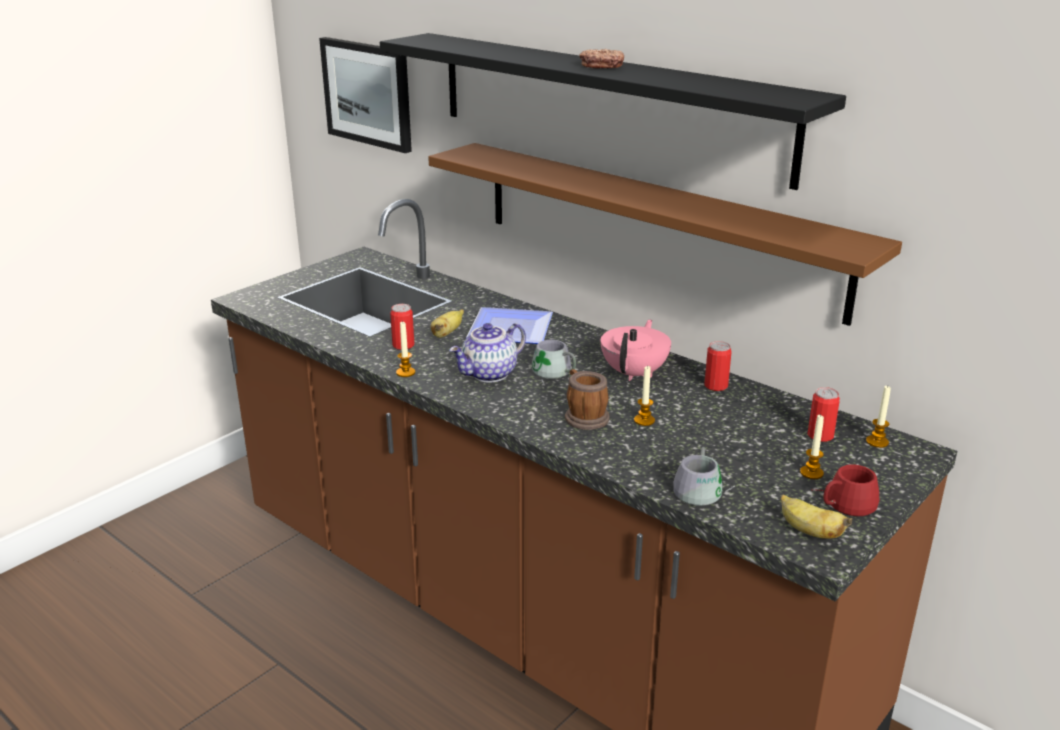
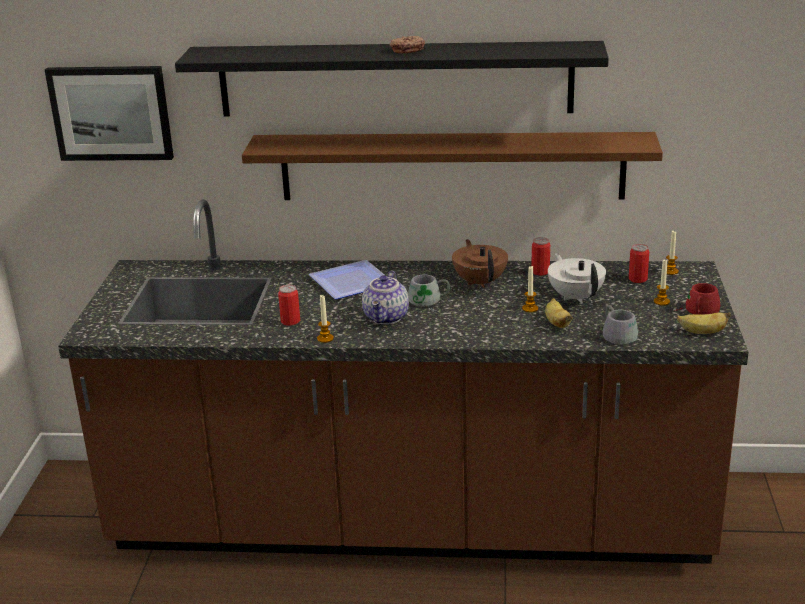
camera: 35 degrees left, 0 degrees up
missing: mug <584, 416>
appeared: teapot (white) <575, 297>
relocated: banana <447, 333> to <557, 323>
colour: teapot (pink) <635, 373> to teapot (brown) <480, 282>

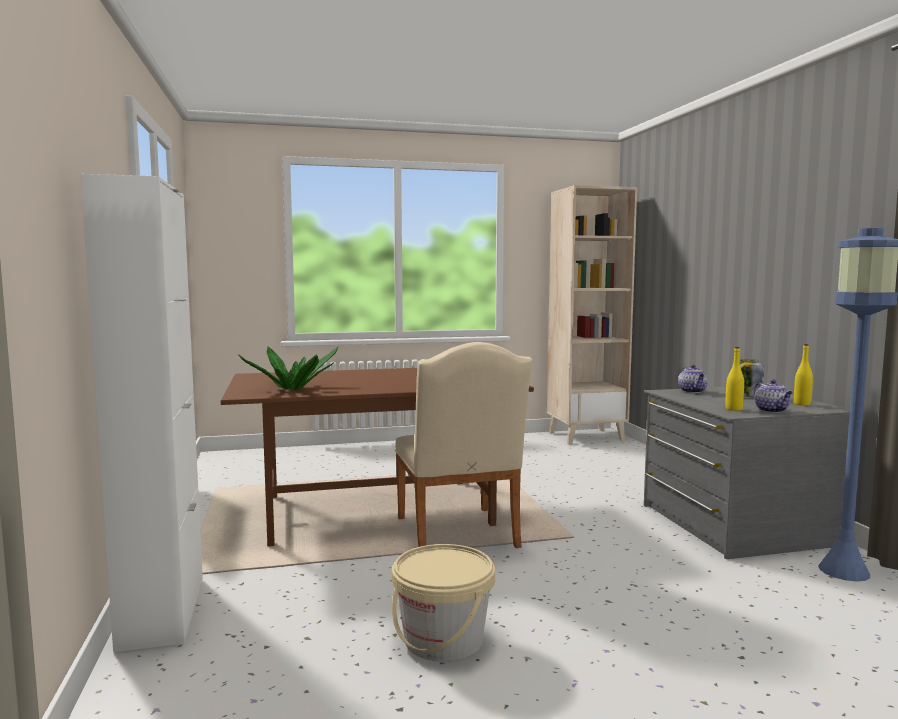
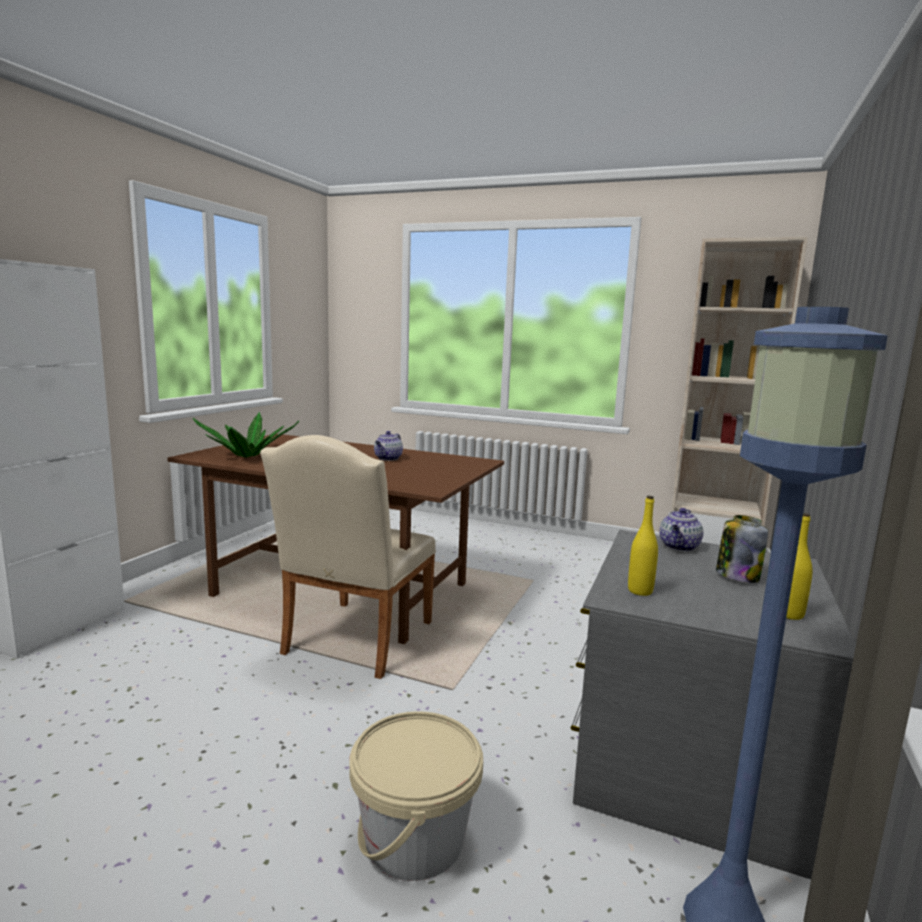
camera: 35 degrees right, 5 degrees up
relocated: bucket (beige) <443, 640> to <414, 838>; teapot <772, 410> to <388, 458>

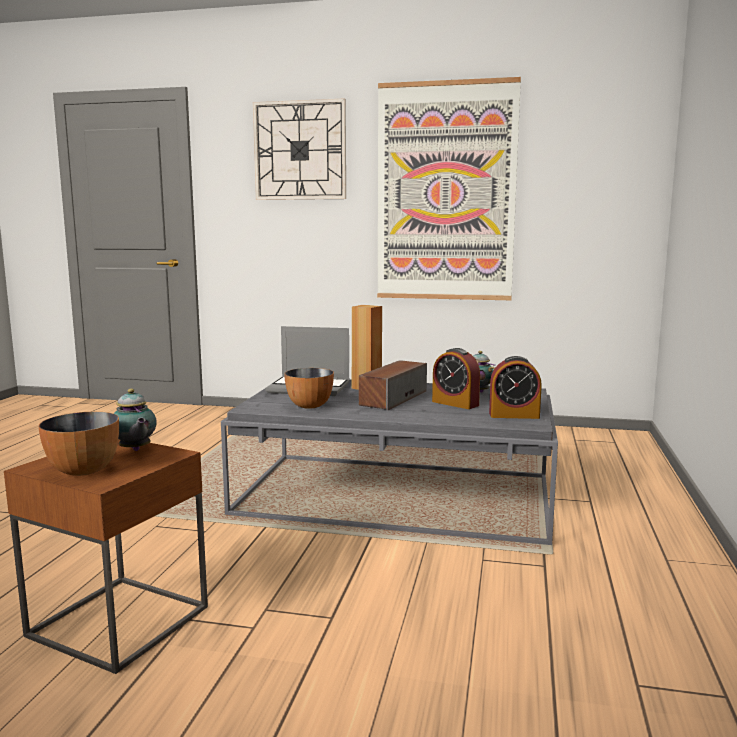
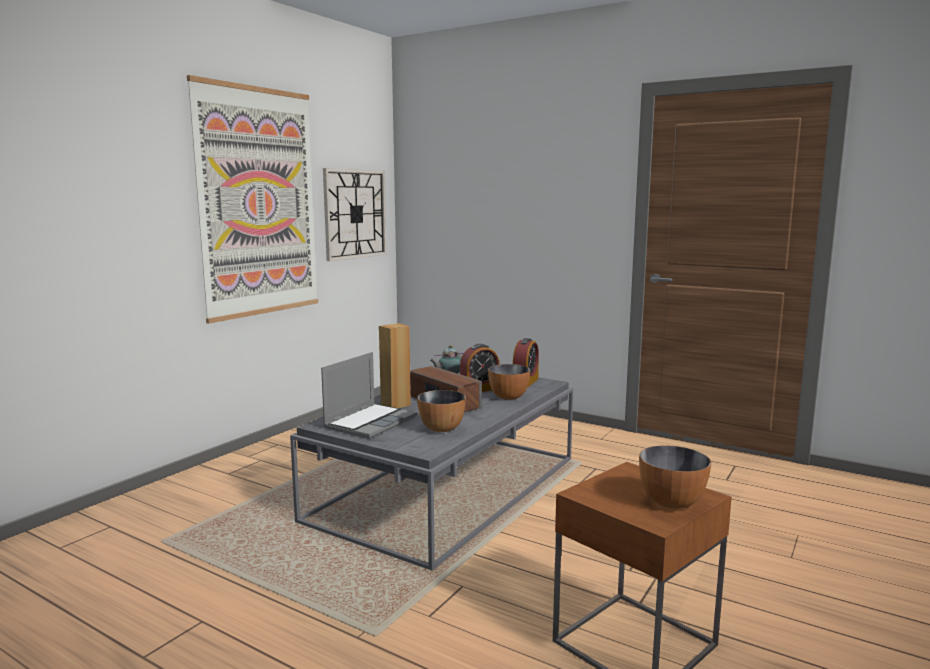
camera: 70 degrees left, 0 degrees up
missing: teapot <135, 450>
appeared: bowl <509, 397>
relocated: wall clock <300, 150> to <355, 214>

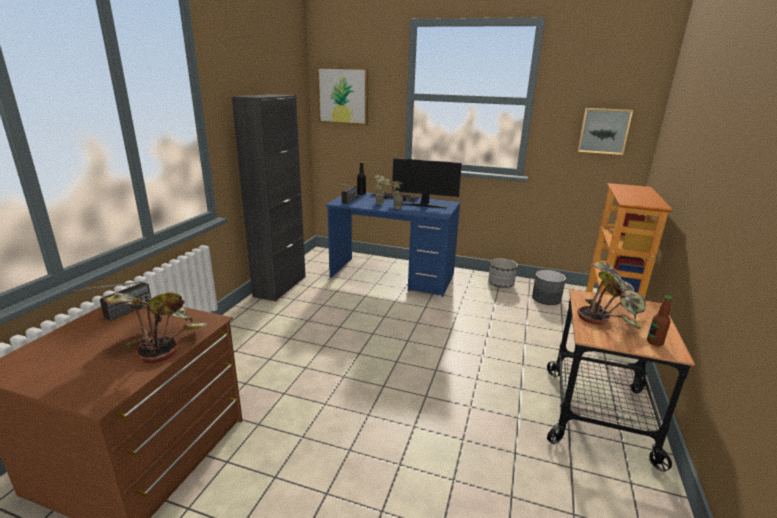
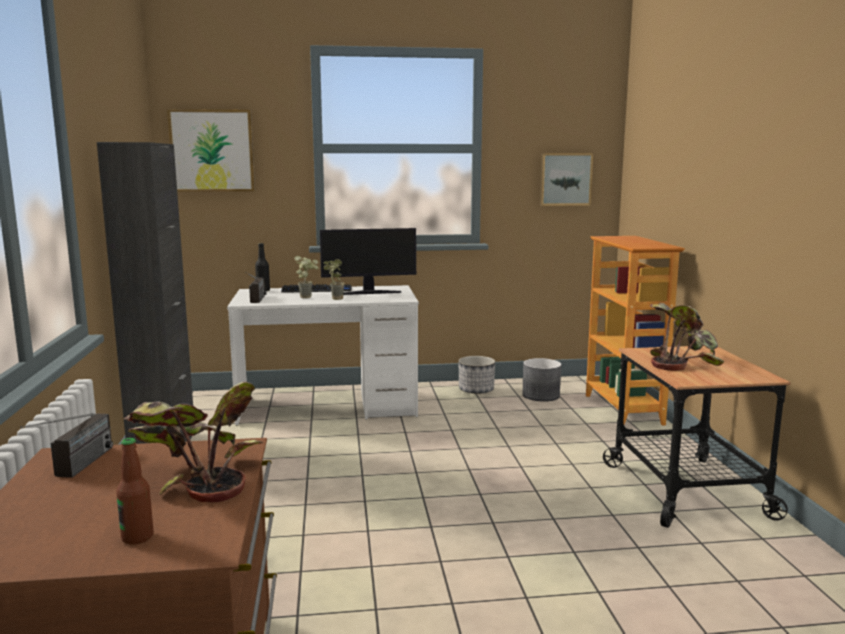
camera: 25 degrees left, 10 degrees down
relocated: bottle <654, 342> to <137, 537>
colour: desk (blue) <392, 276> to desk (white) <328, 407>

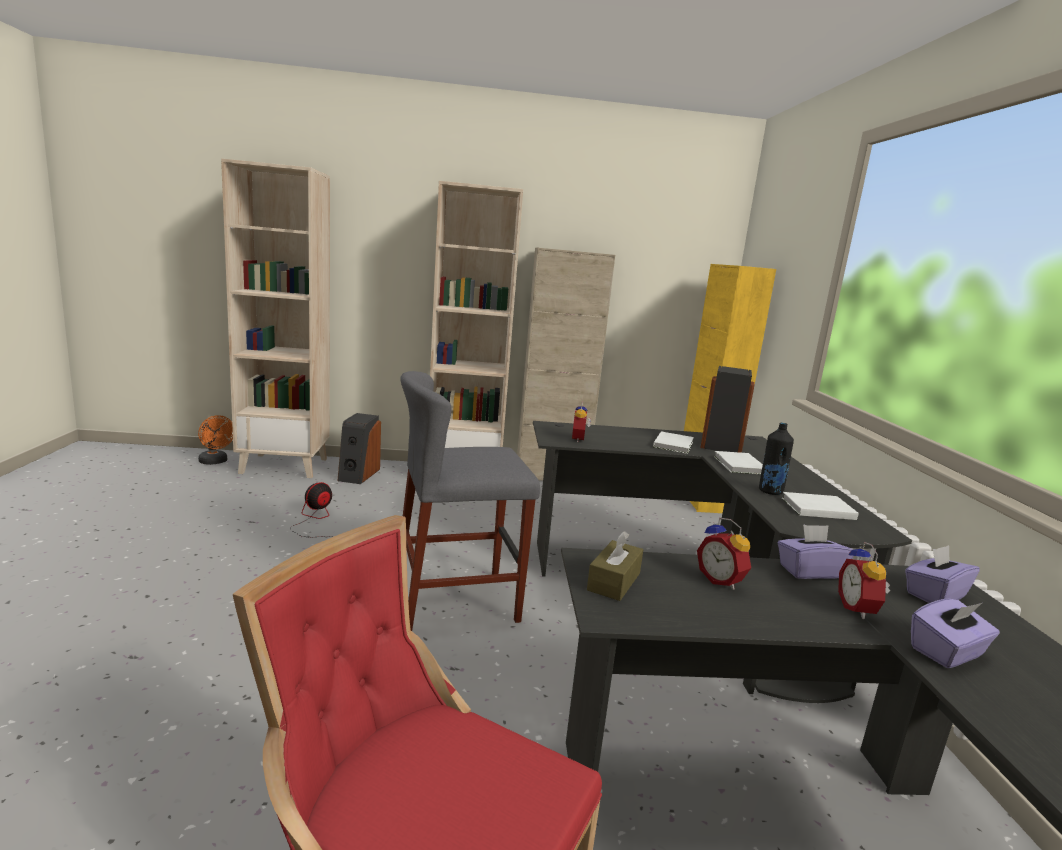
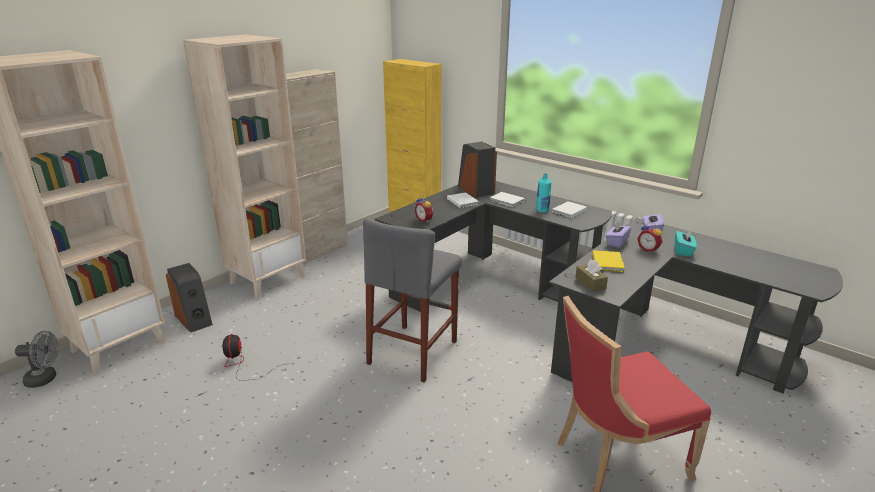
camera: 45 degrees left, 10 degrees up
exchanged: alarm clock <721, 580> to book (yellow) <608, 262>
colour: fan (orange) <215, 462> to fan (grey) <46, 379>; bottle (black) <770, 491> to bottle (turquoise) <542, 210>; tissue box (purple) <947, 653> to tissue box (turquoise) <683, 251>

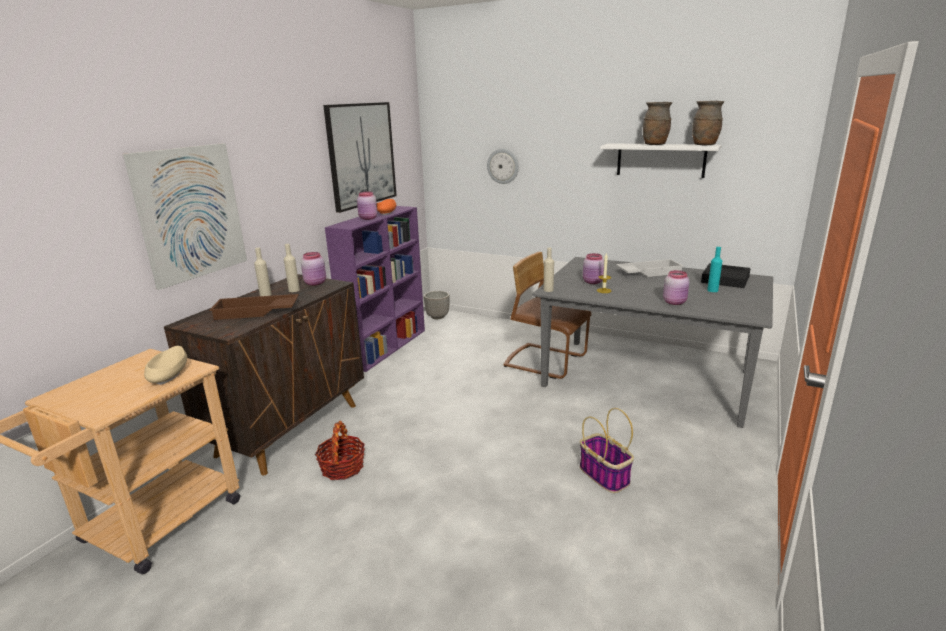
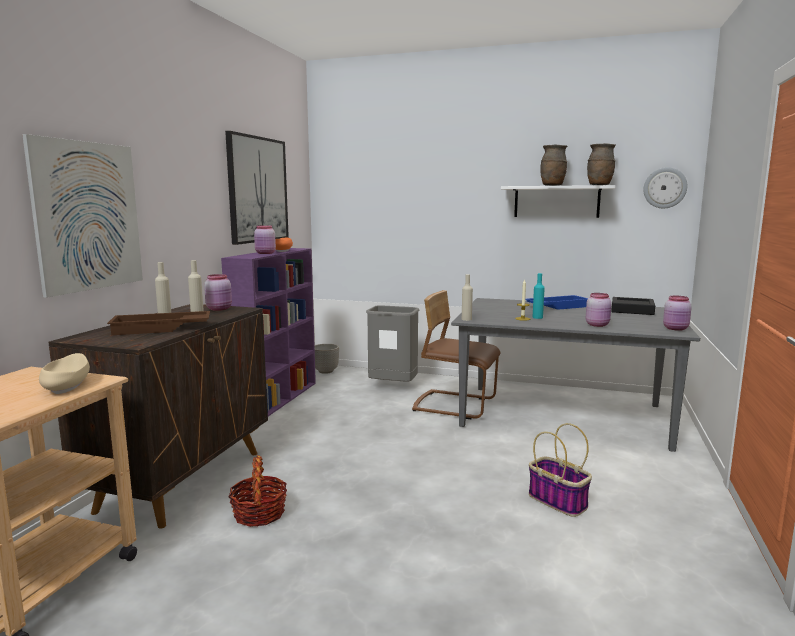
camera: 10 degrees left, 10 degrees down
appeared: trash can (grey) <393, 386>
relocated: wall clock <503, 166> to <664, 188>; jar (pink) <593, 282> to <676, 329>; bottle (turquoise) <712, 290> to <537, 317>
colour: tray (white) <649, 272> to tray (blue) <557, 306>

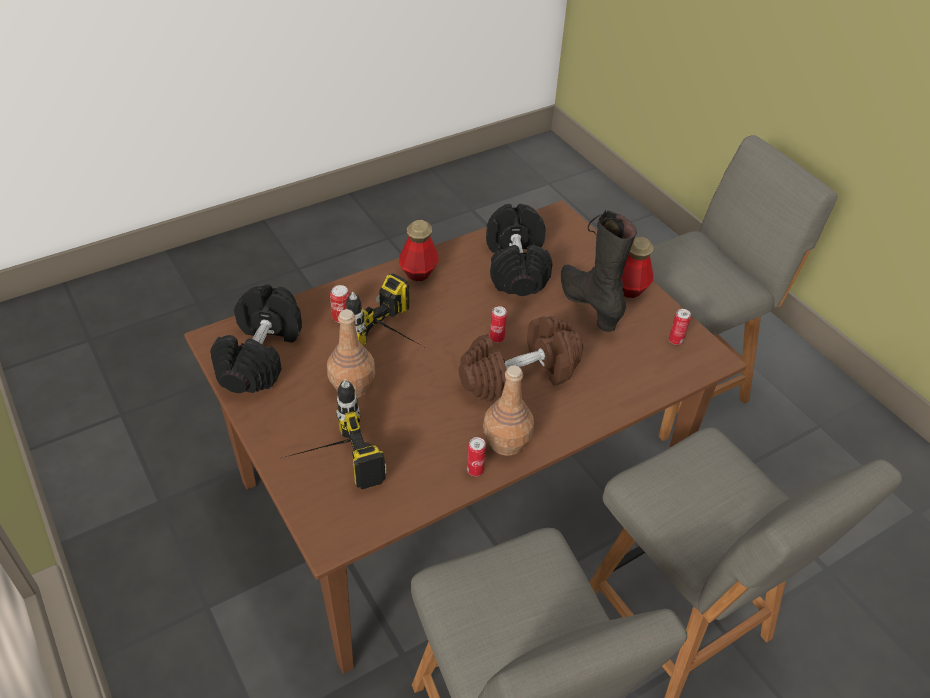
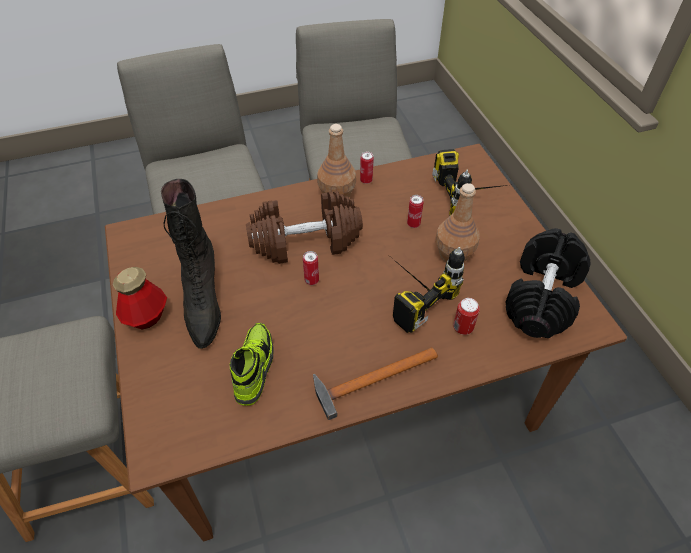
camera: 165 degrees left, 5 degrees up
relocated: can <675, 340> to <413, 224>
exchanged: bottle <418, 272> to hammer <371, 379>; dumbbell (black) <517, 267> to shoe <253, 368>

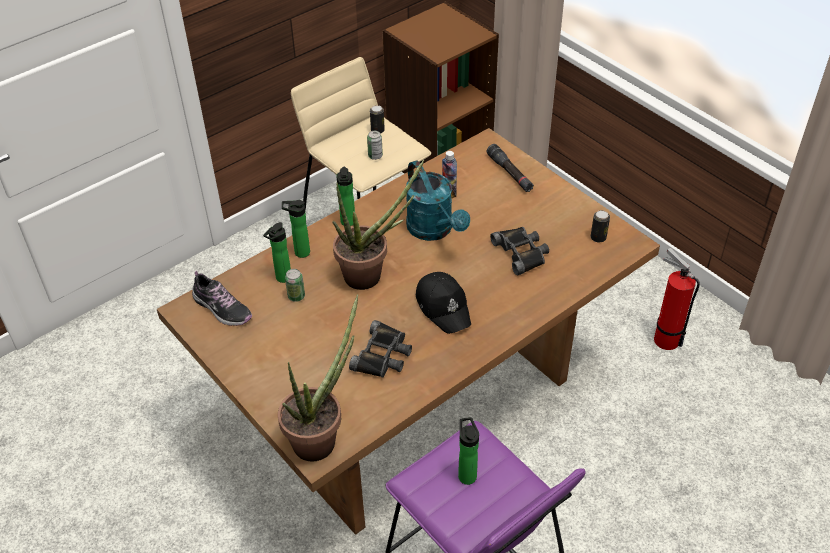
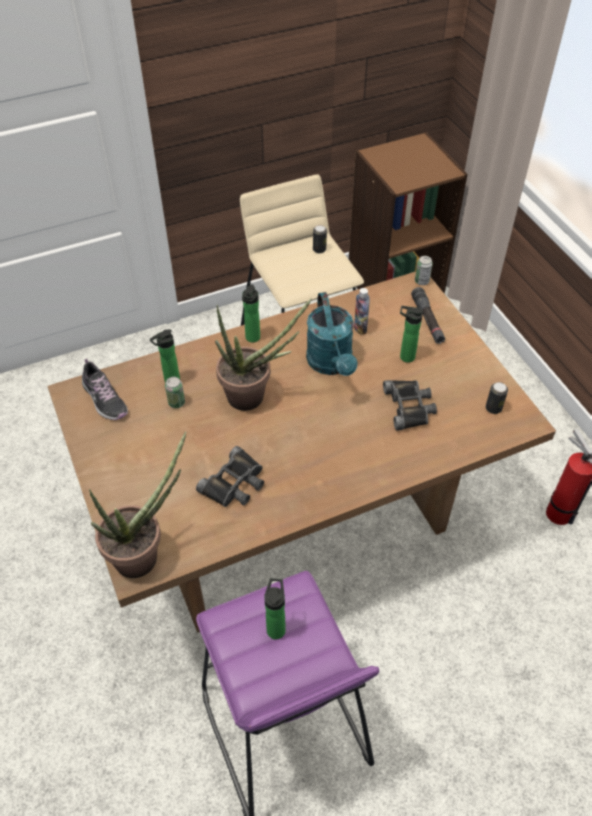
camera: 15 degrees right, 5 degrees up
missing: cap (black) <444, 307>
relocated: bottle <299, 252> to <404, 356>; can <375, 156> to <421, 281>

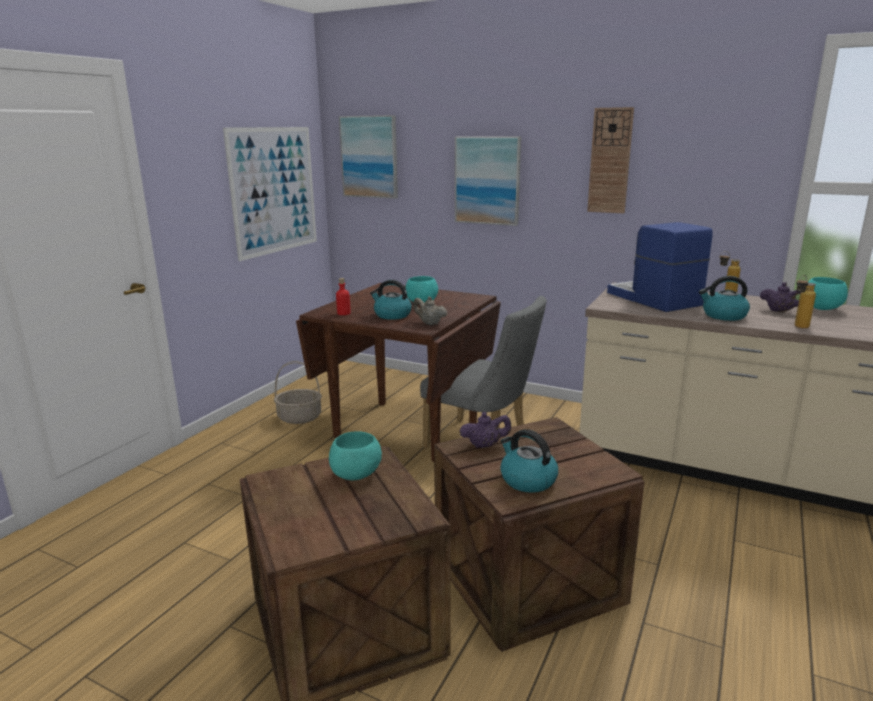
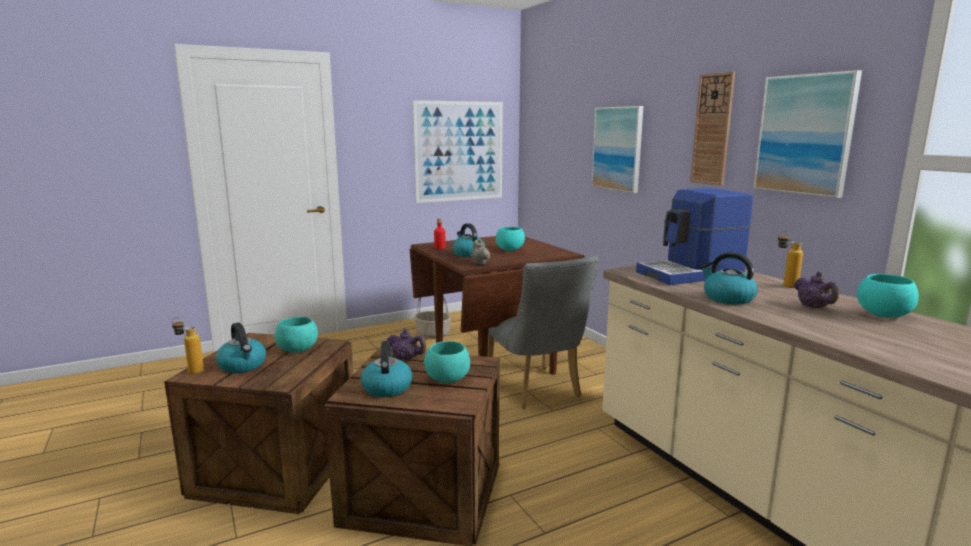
camera: 35 degrees right, 5 degrees down
appeared: kettle <243, 366>; bowl (turquoise) <447, 380>
relocated: picture <369, 157> to <805, 135>; bottle <798, 327> to <191, 371>
spun: coffee machine <653, 299> = <691, 274> 120 degrees counterclockwise

